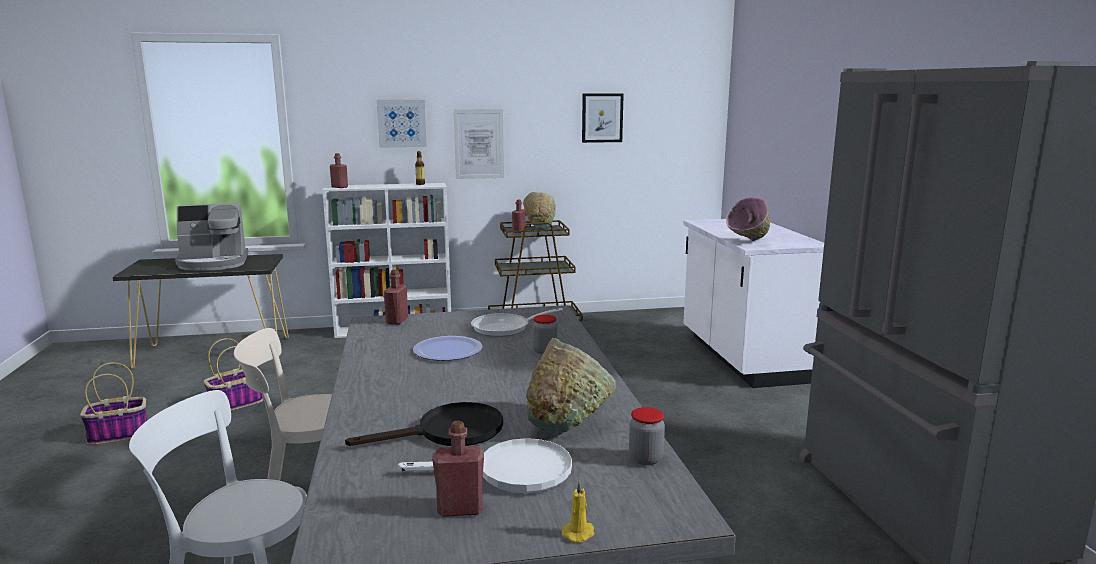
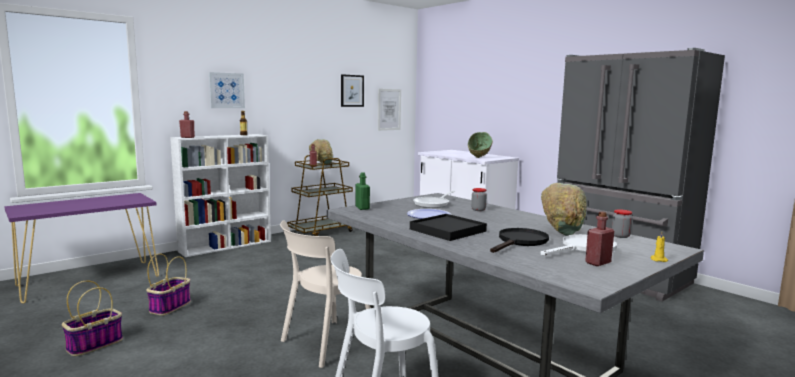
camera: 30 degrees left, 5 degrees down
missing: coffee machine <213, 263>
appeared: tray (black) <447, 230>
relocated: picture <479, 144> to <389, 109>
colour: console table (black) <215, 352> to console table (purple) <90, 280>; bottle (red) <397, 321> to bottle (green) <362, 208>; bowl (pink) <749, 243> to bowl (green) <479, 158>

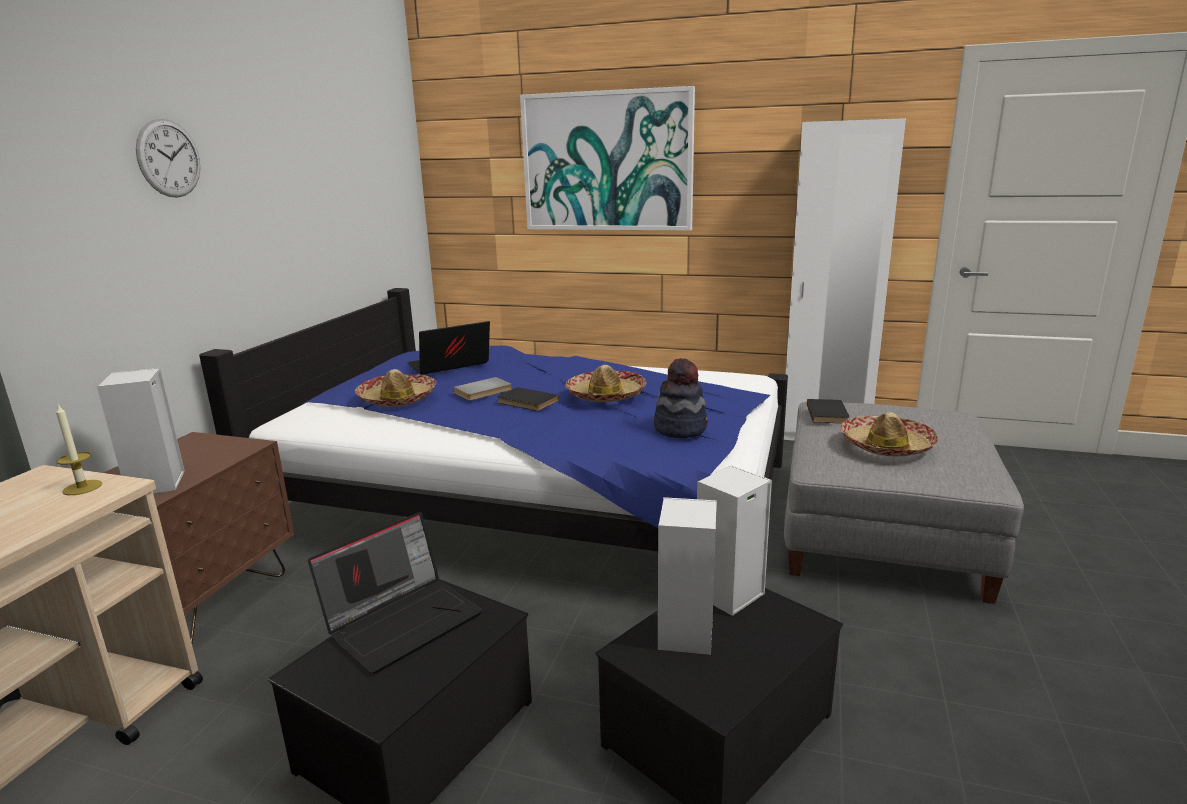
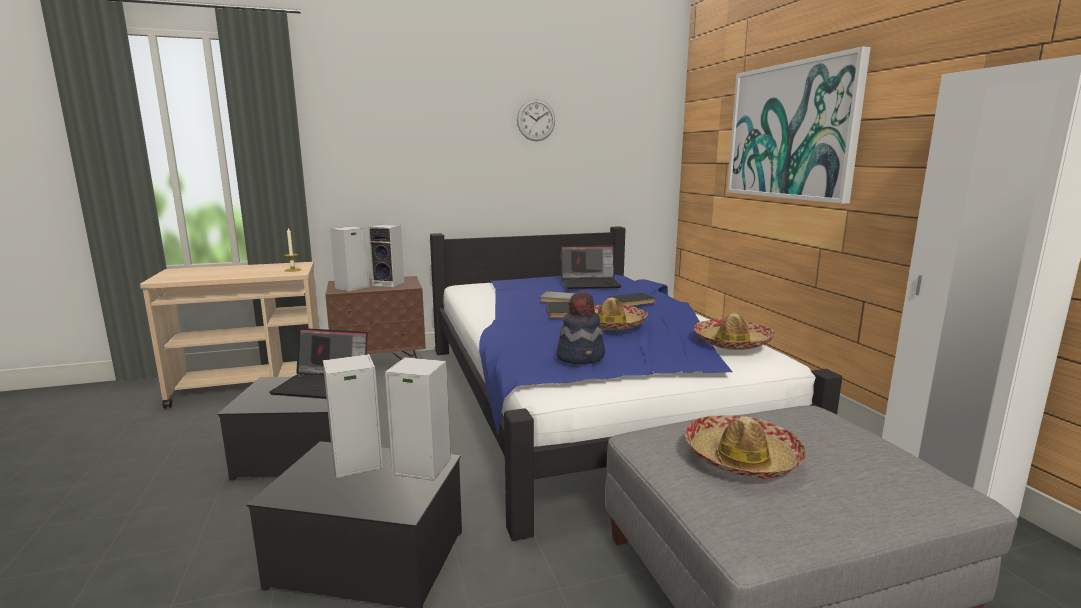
camera: 55 degrees right, 5 degrees down
appeared: speaker <389, 284>
relocated: wall clock <169, 158> to <536, 120>; hat <397, 399> to <732, 342>; book (black) <829, 413> to <633, 302>
spun: laptop <448, 366> = <591, 284> 150 degrees clockwise

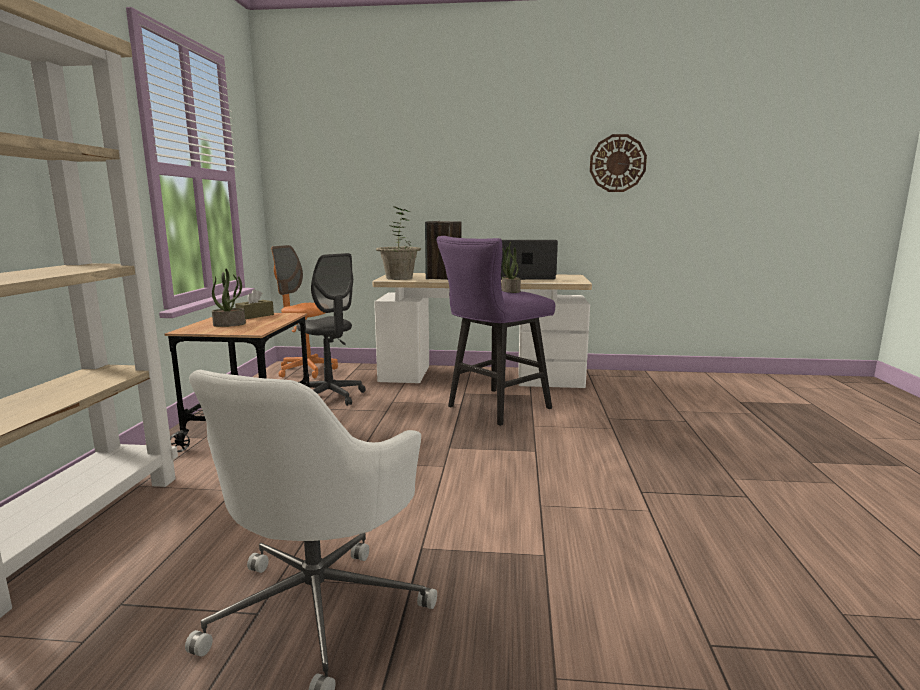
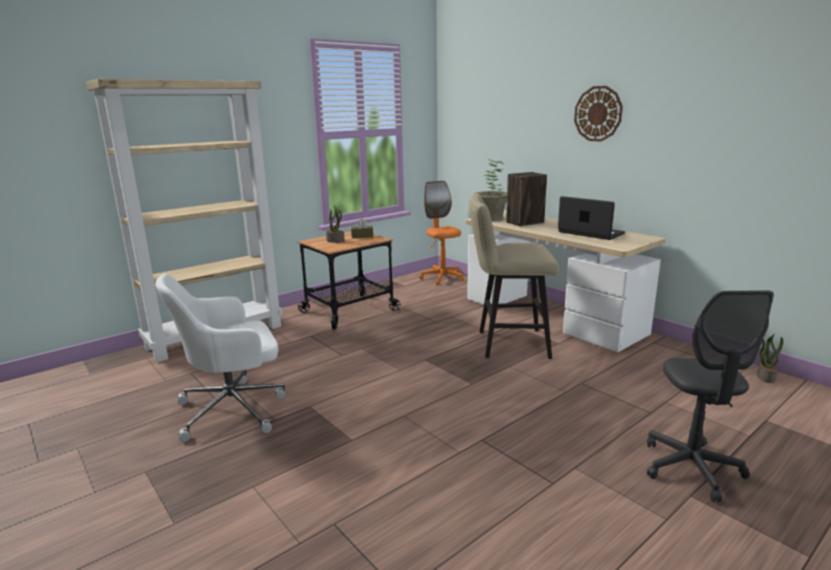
camera: 45 degrees right, 5 degrees up
relocated: office chair (grey) <330, 396> to <691, 468>; potted plant <510, 291> to <765, 376>; wall clock <617, 163> to <598, 114>
colour: stool (purple) <493, 408> to stool (beige) <507, 344>

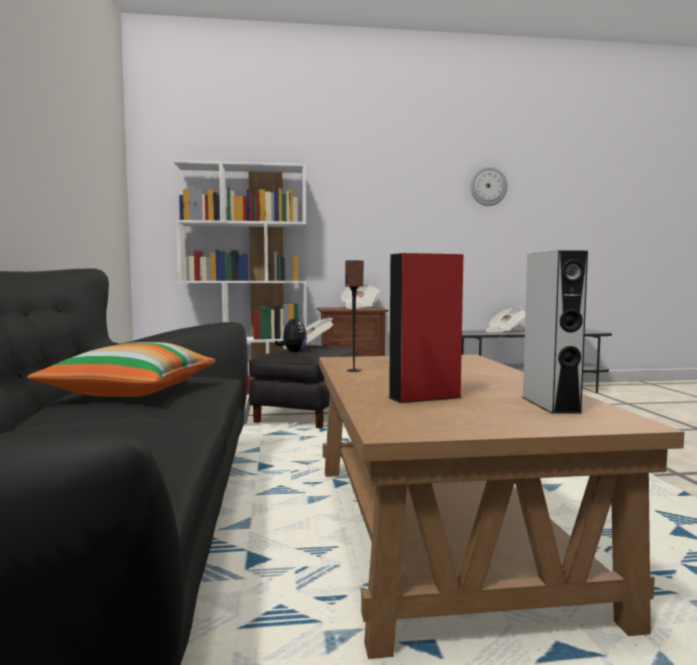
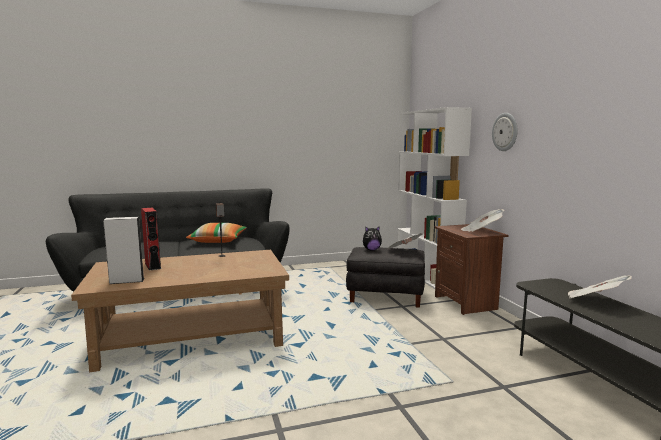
camera: 80 degrees right, 5 degrees up
relocated: wall clock <488, 186> to <505, 132>

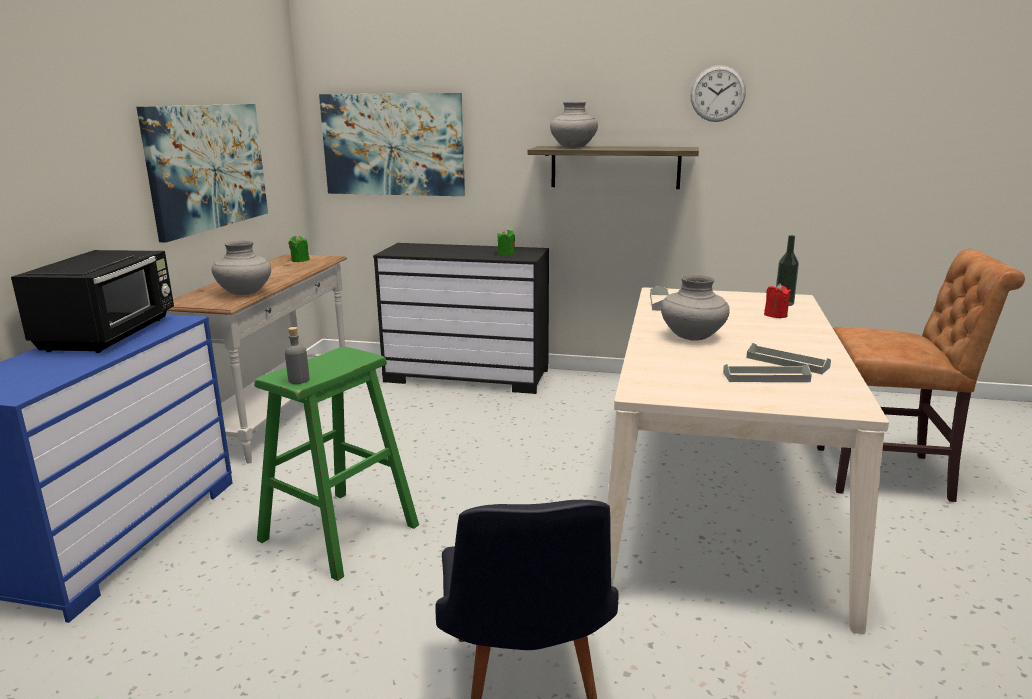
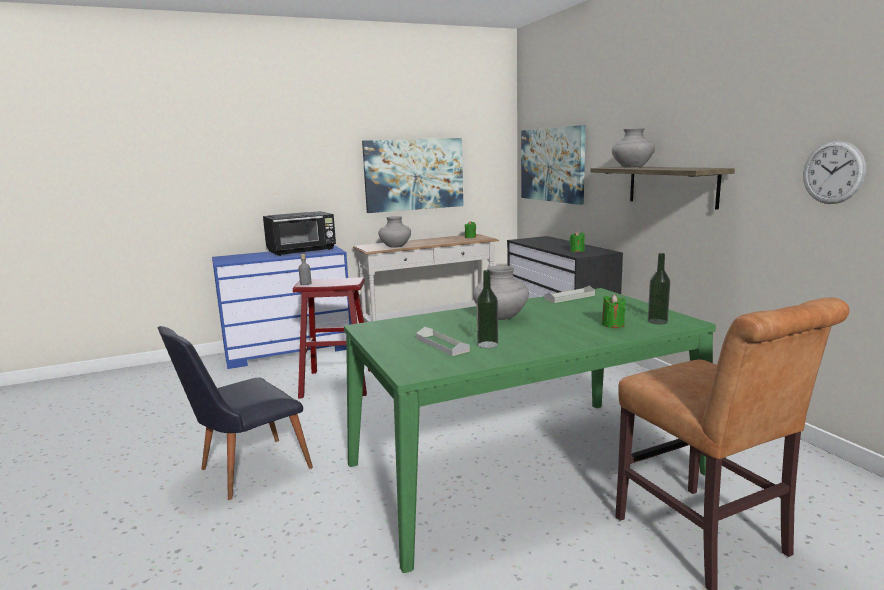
camera: 55 degrees right, 5 degrees down
relocated: wall clock <717, 93> to <833, 172>
exchanged: tray (grey) <787, 362> to bottle <487, 344>
colour: stool (green) <339, 532> to stool (red) <338, 383>; dining table (beige) <718, 498> to dining table (green) <523, 468>; candle (red) <775, 315> to candle (green) <612, 324>

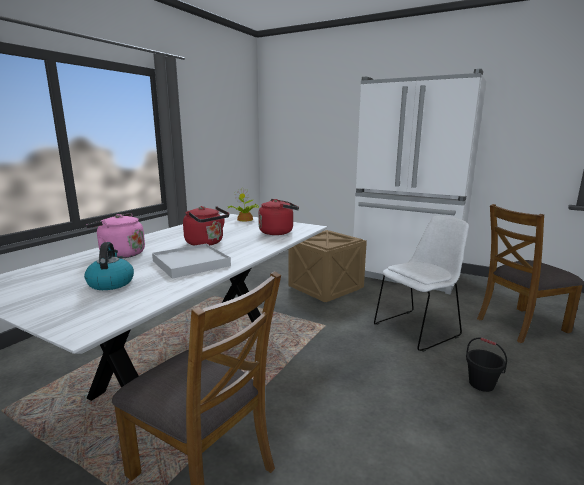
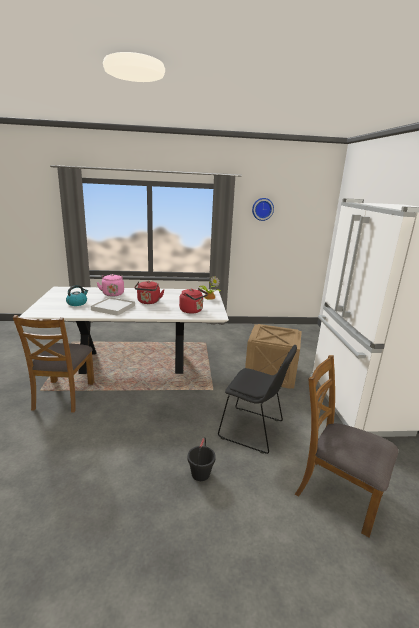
camera: 55 degrees right, 5 degrees up
appeared: wall clock <262, 209>
colour: chair (white) <418, 329> to chair (black) <253, 430>

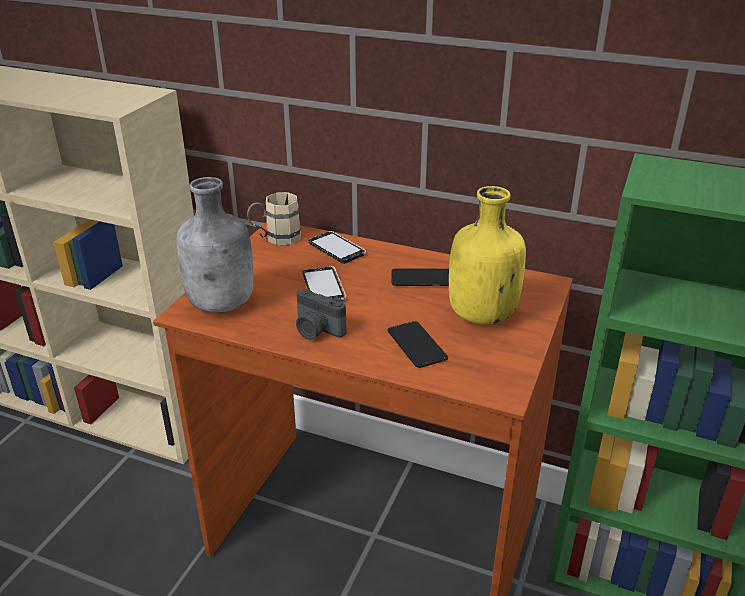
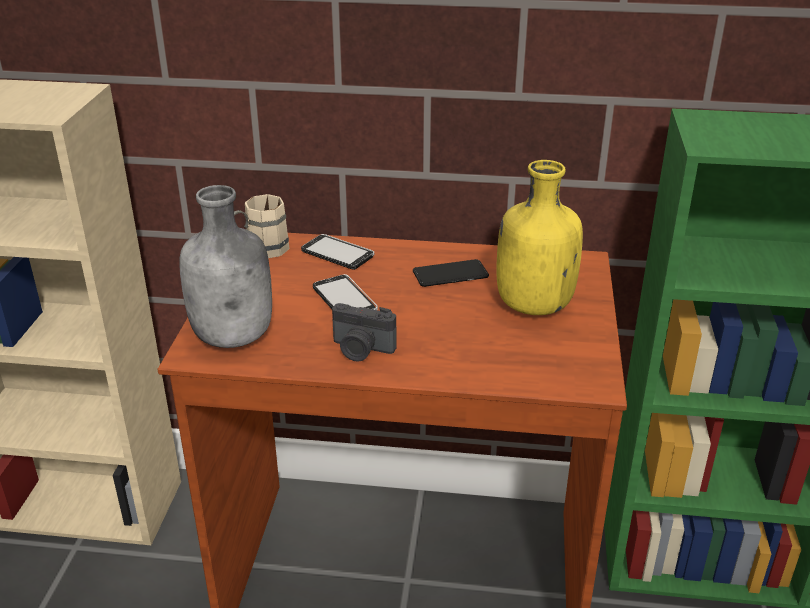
camera: 15 degrees left, 0 degrees up
missing: phone <416, 345>

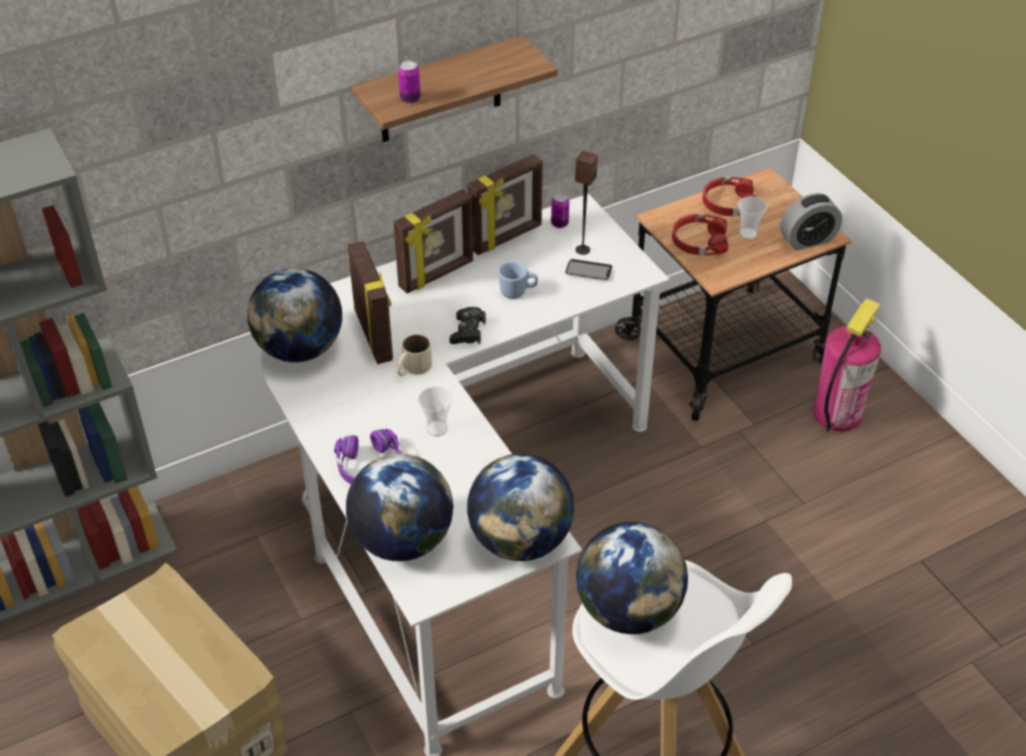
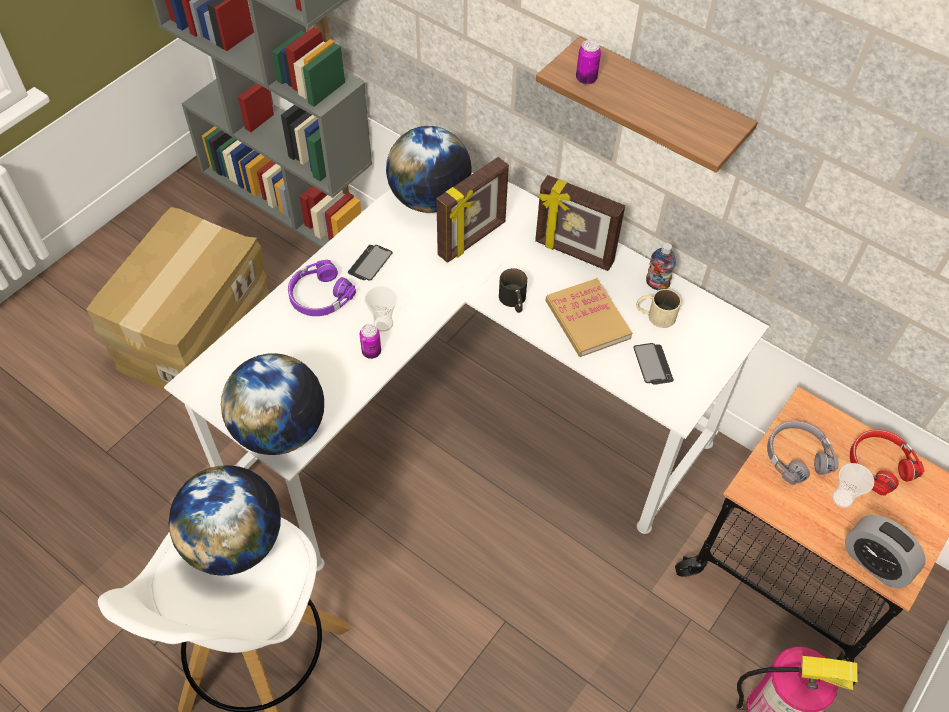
camera: 65 degrees right, 10 degrees up
missing: globe <402, 540>; speaker <582, 249>
appeared: phone <370, 263>
relocated: mug (beige) <412, 368> to <655, 315>; can <559, 224> to <371, 352>
exchanged: game controller (black) <468, 331> to mug (black) <514, 301>; picture frame <506, 238> to bottle <657, 284>; mug (blue) <518, 292> to book <587, 319>
colour: headphones (red) <698, 241> to headphones (grey) <796, 455>

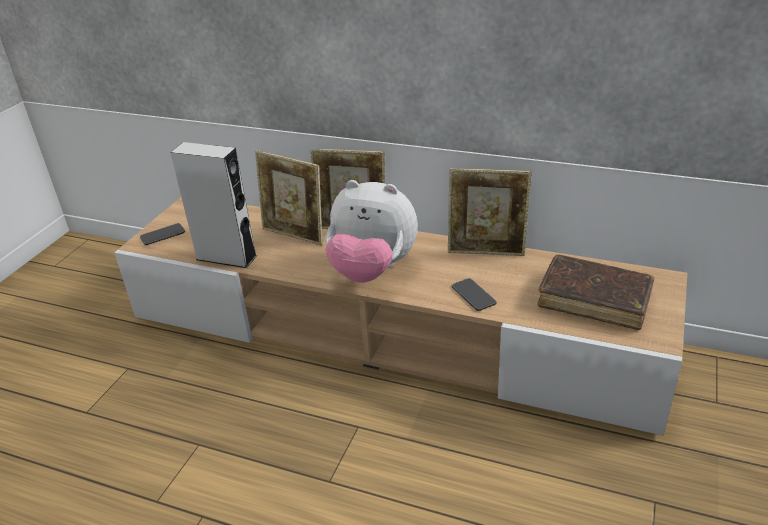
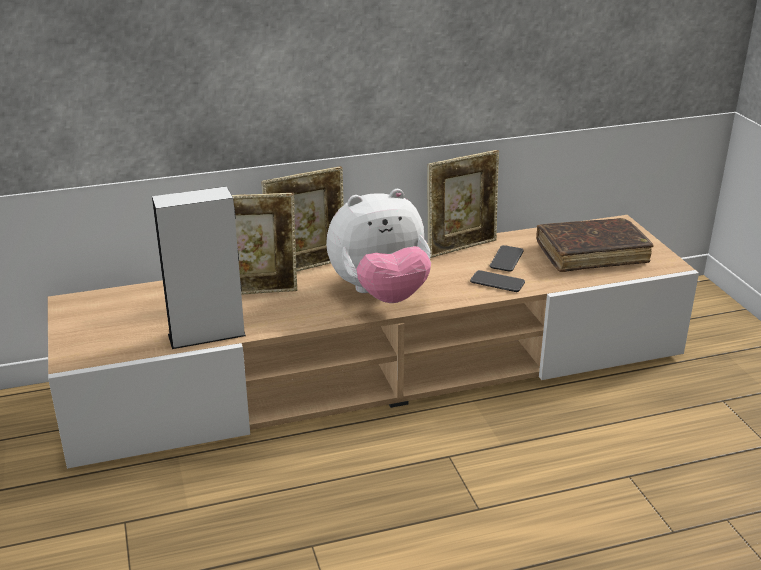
camera: 40 degrees left, 5 degrees down
relocated: phone <163, 235> to <506, 259>

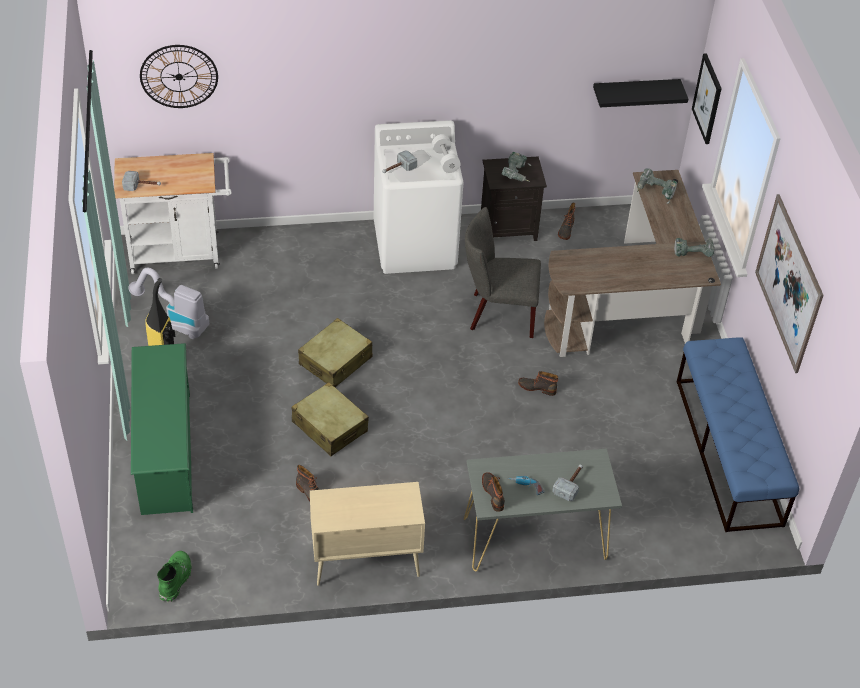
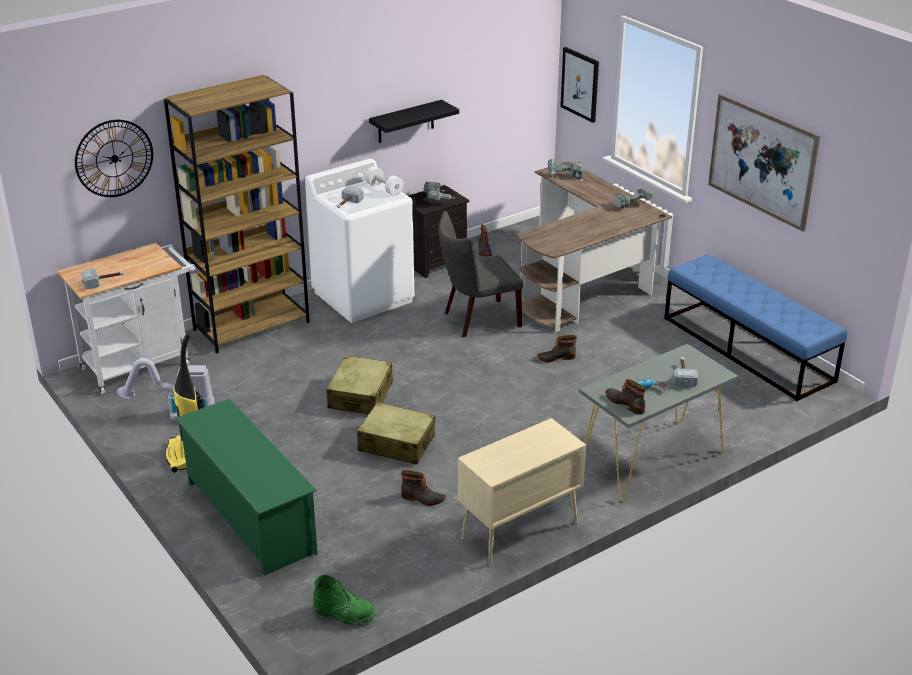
camera: 25 degrees left, 15 degrees down
appeared: bookcase (brown) <252, 325>
relocated: shelf (black) <635, 92> to <406, 122>
spun: boot (green) <175, 579> = <344, 614> 120 degrees clockwise

